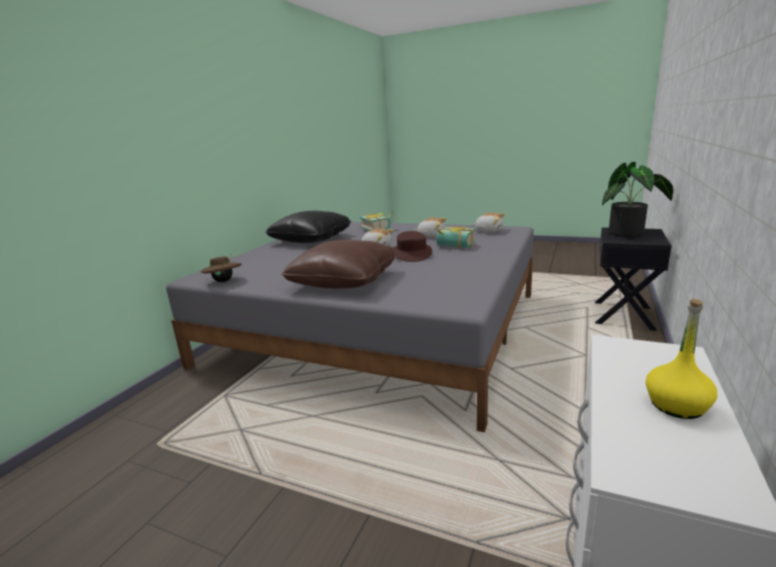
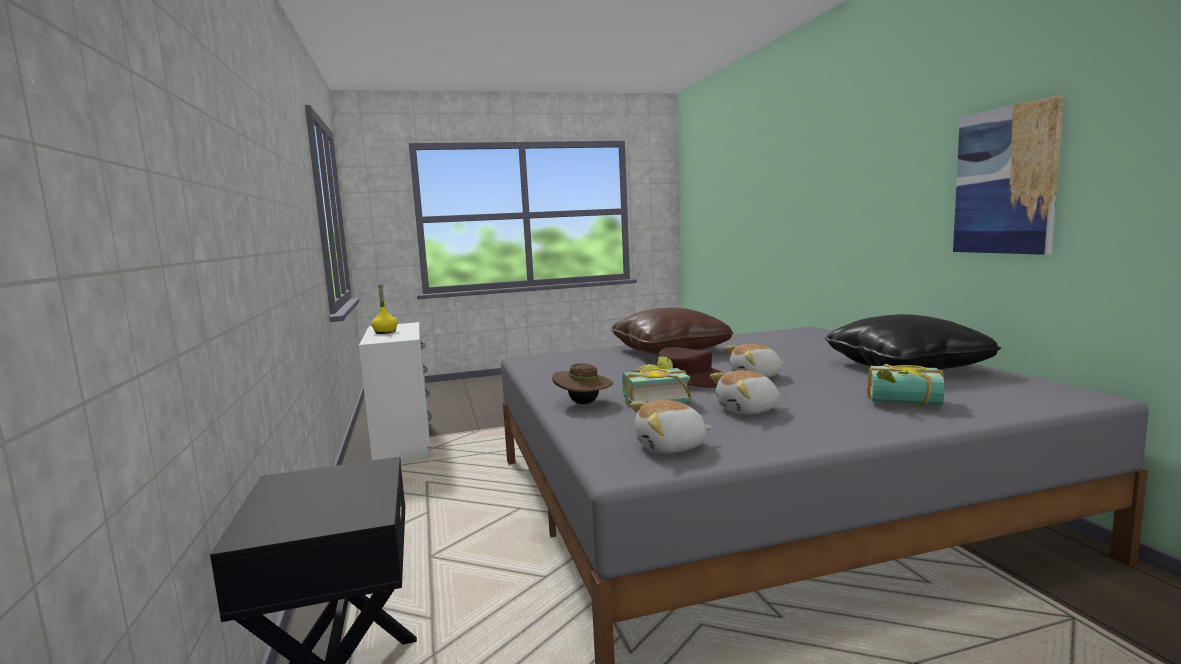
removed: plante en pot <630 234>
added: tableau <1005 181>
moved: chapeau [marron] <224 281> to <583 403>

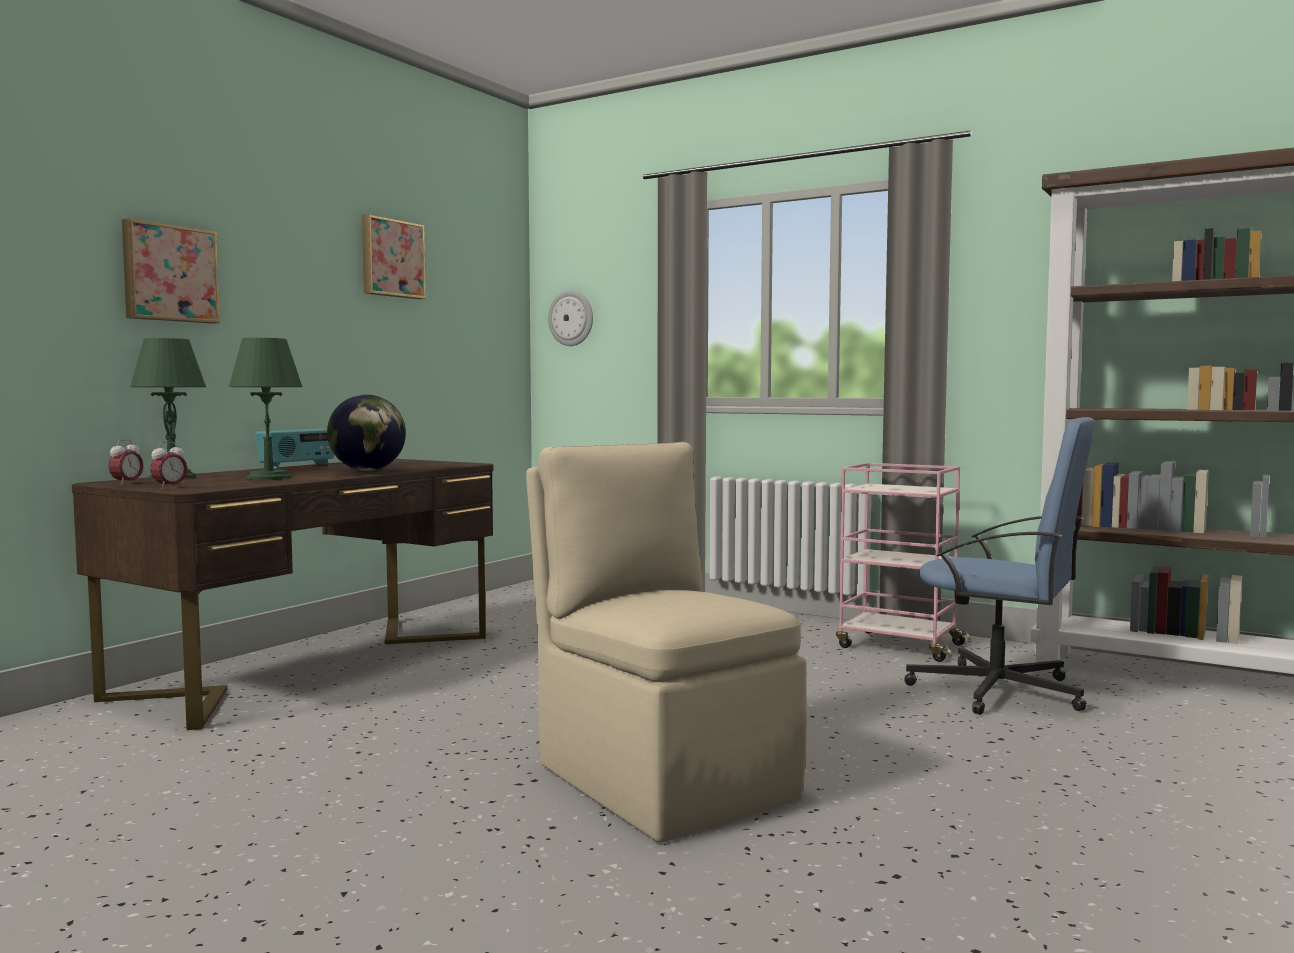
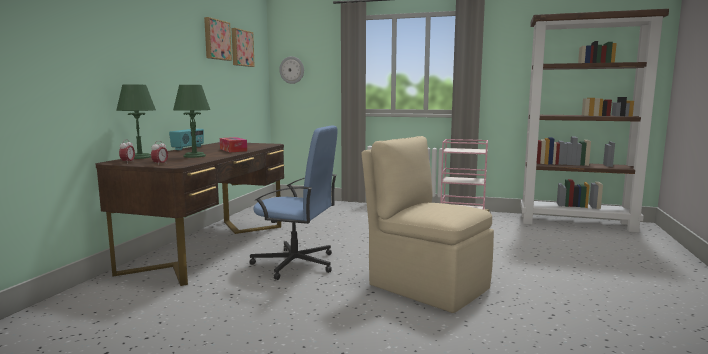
moved: tableau <169 273> to <241 48>; chaise de bureau [bleu] <999 691> to <296 264>
replaced: globe <367 470> to boîte à mouchoirs <233 150>

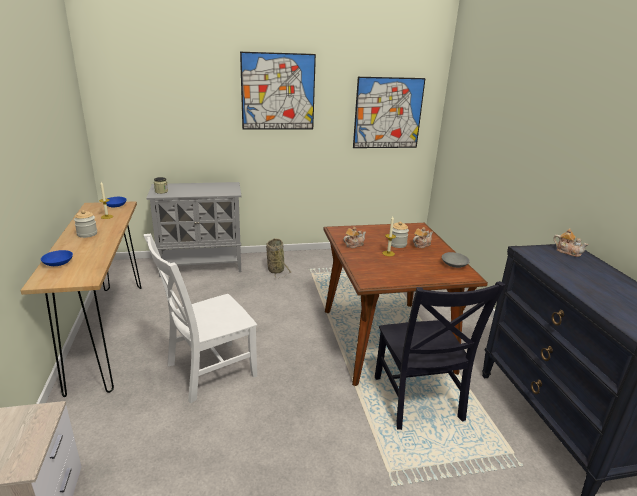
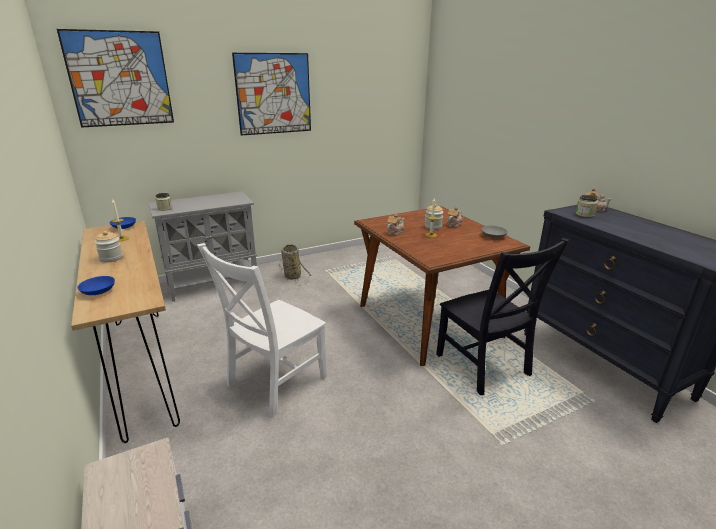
added: bocal <584 214>
moved: tableau <388 113> to <120 79>

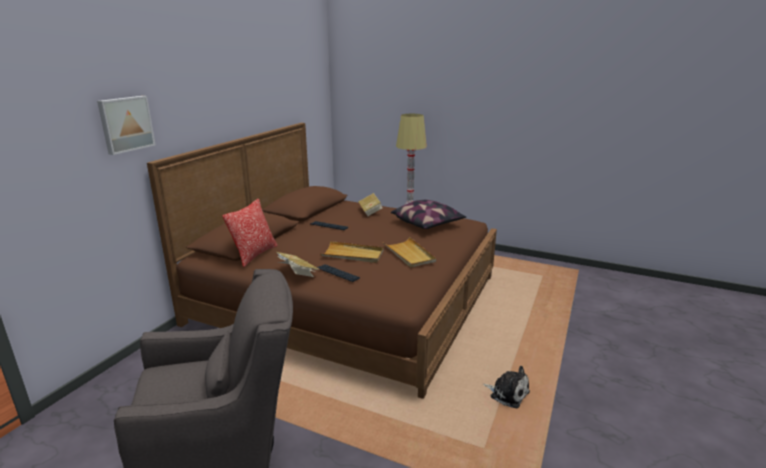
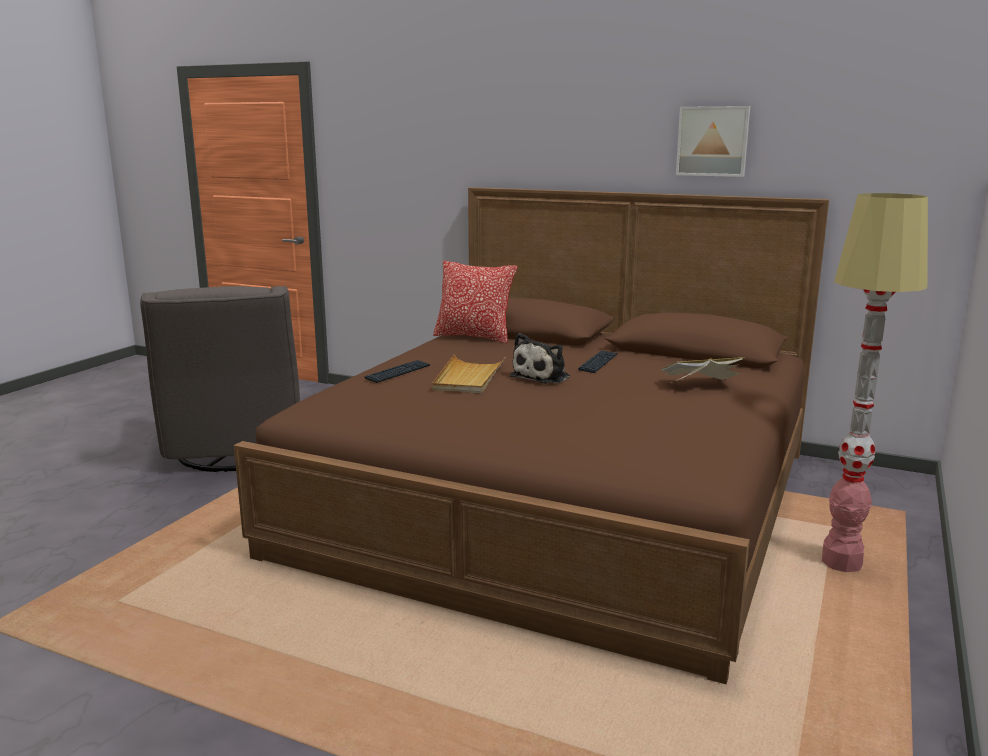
removed: livre <297 273>; plateau [beige] <409 254>; coussin <428 224>
moved: tableau <125 124> to <712 141>; peluche <507 393> to <543 376>

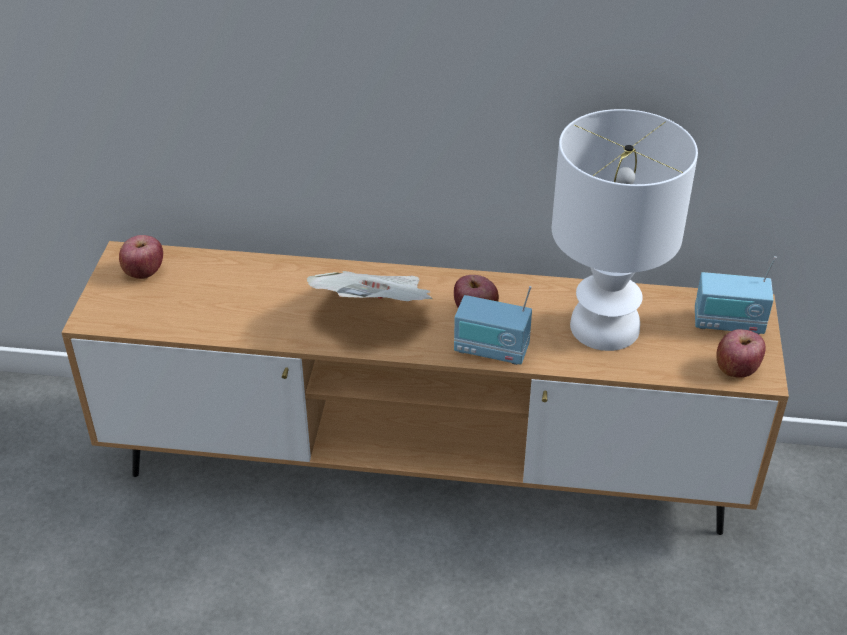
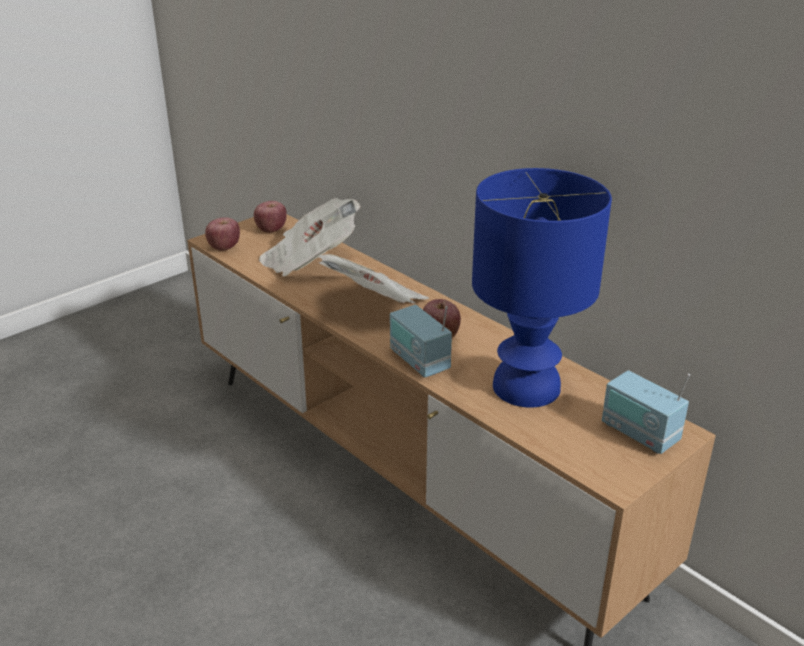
added: journal <310 260>
moved: pomme <736 369> to <224 247>
recoloured: lampe de table [blanc] <602 326> to lampe de table [bleu] <525 386>

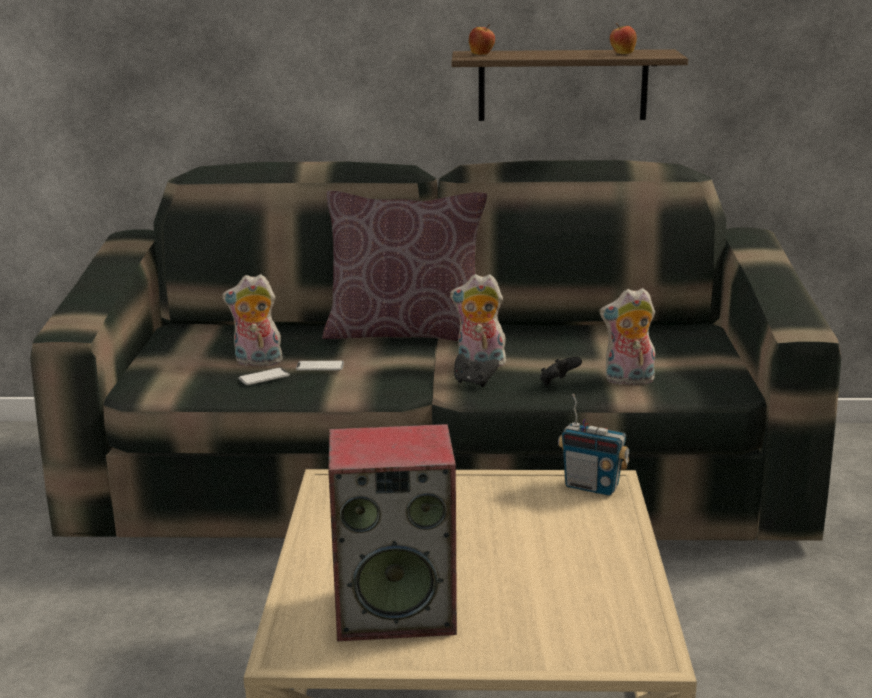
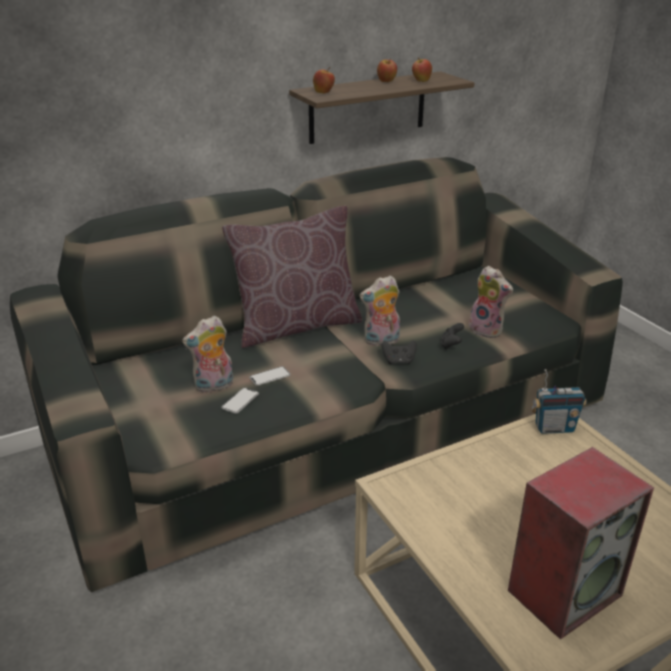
added: pomme <386 81>
turned: peluche <628 381> = <487 330> 105 degrees counterclockwise

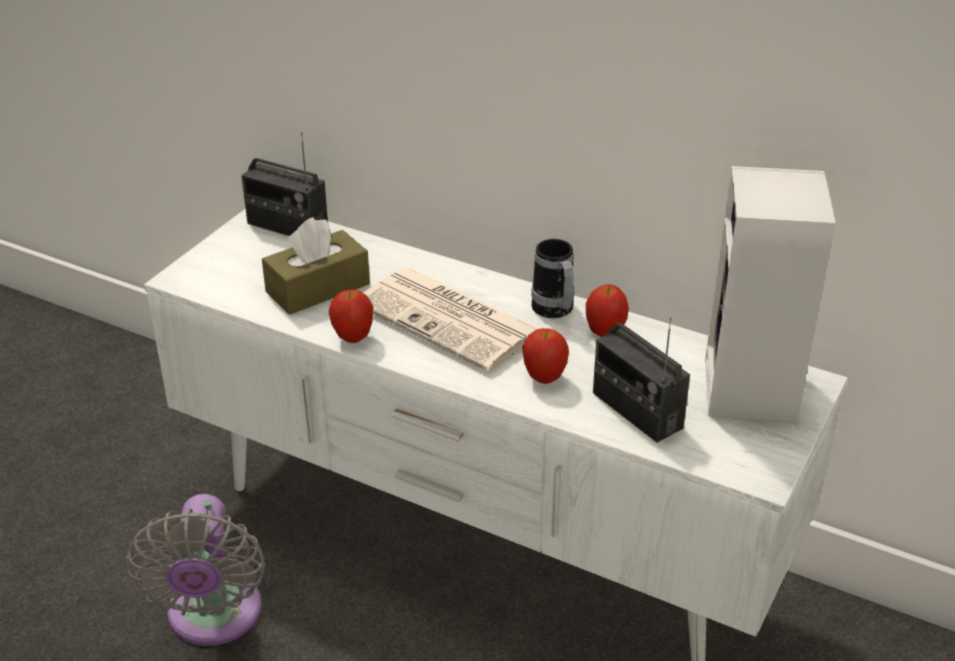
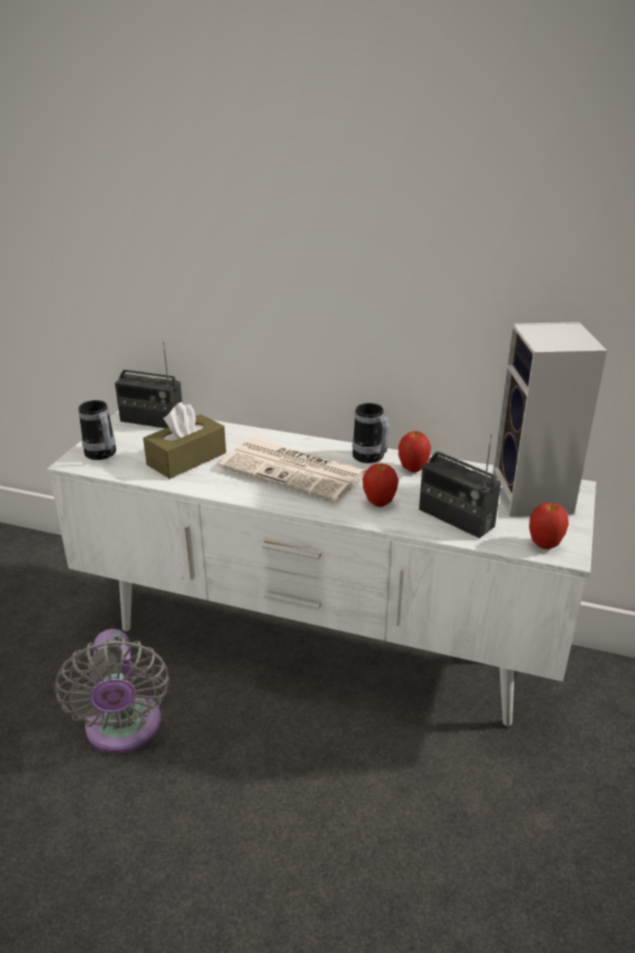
added: mug <102 455>
moved: pomme <353 338> to <544 545>

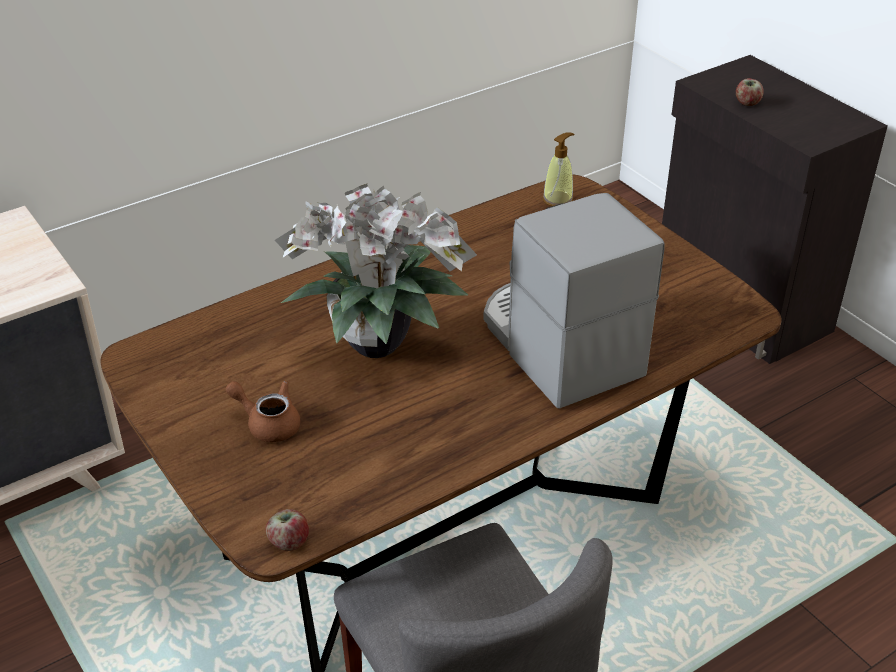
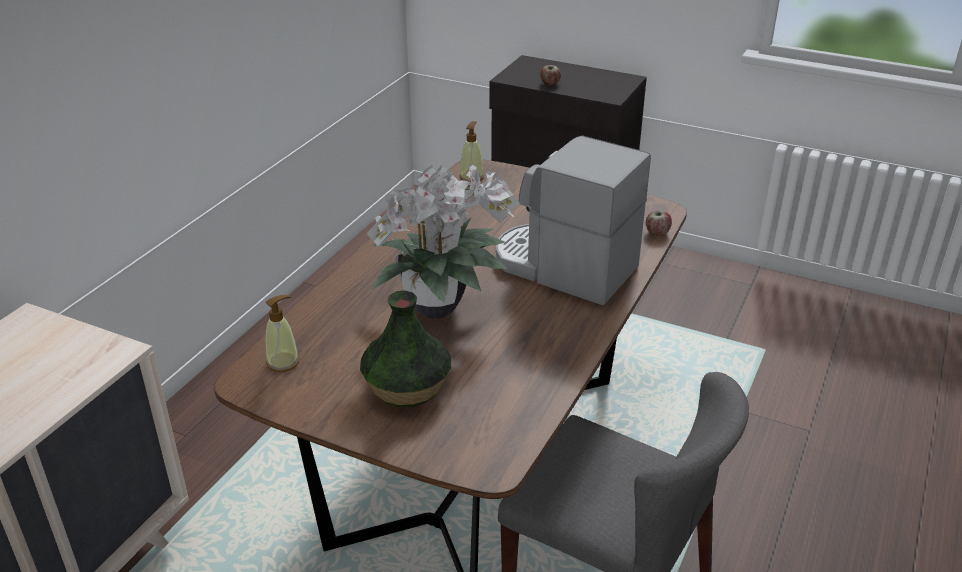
added: distributeur de savon <283 362>
moved: pomme <289 542> to <657 233>
replaced: théière [marron] <268 423> to vase <406 388>

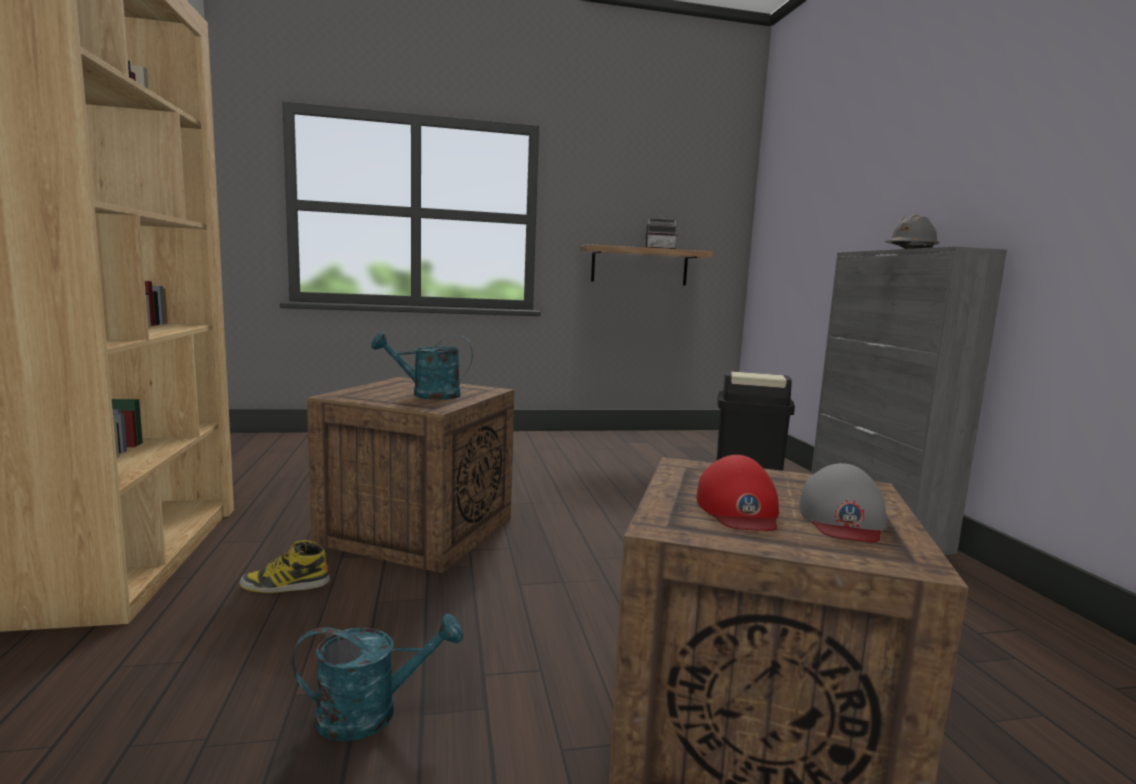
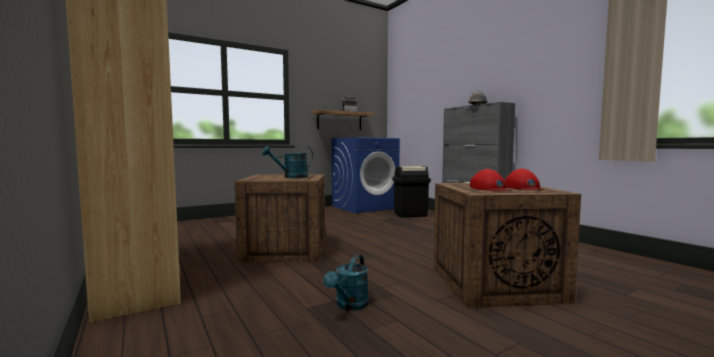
removed: botte <285 585>
added: lave-linge [bleu] <365 207>
recoloured: casquette [gris] <842 519> to casquette [rouge] <523 188>
turned: arrosoir [turquoise] <372 713> = <349 306> 150 degrees clockwise

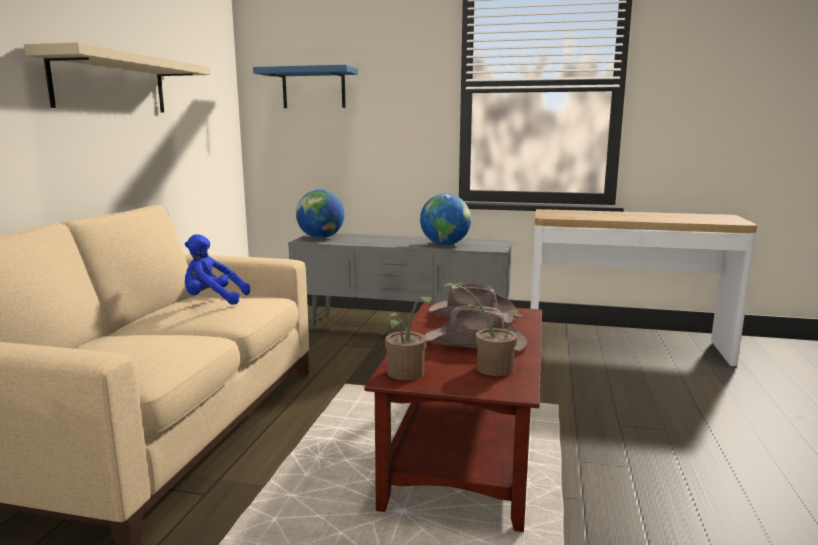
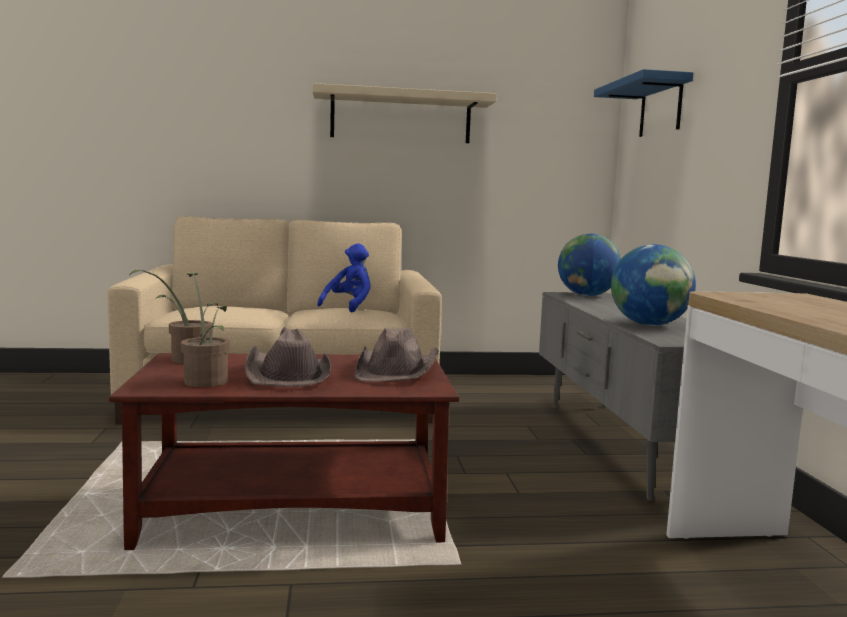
turned: peluche [bleu] <212 300> = <349 307> 45 degrees clockwise

